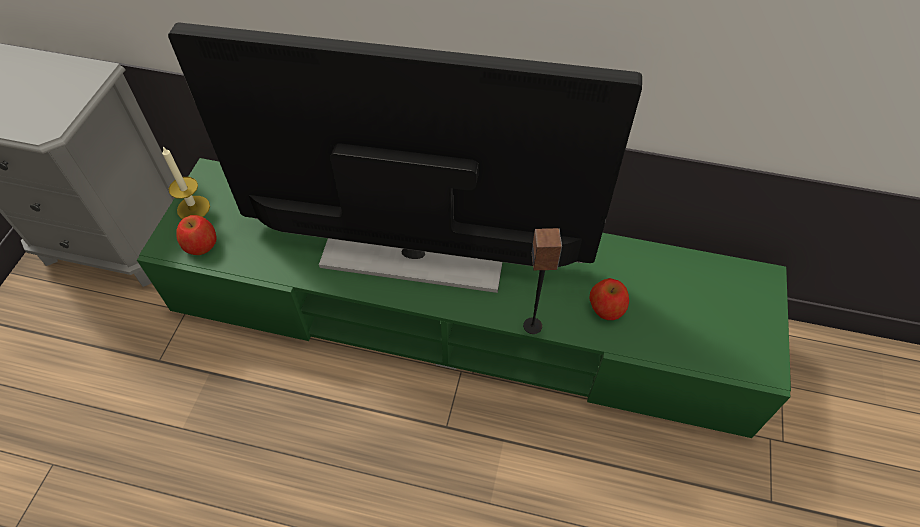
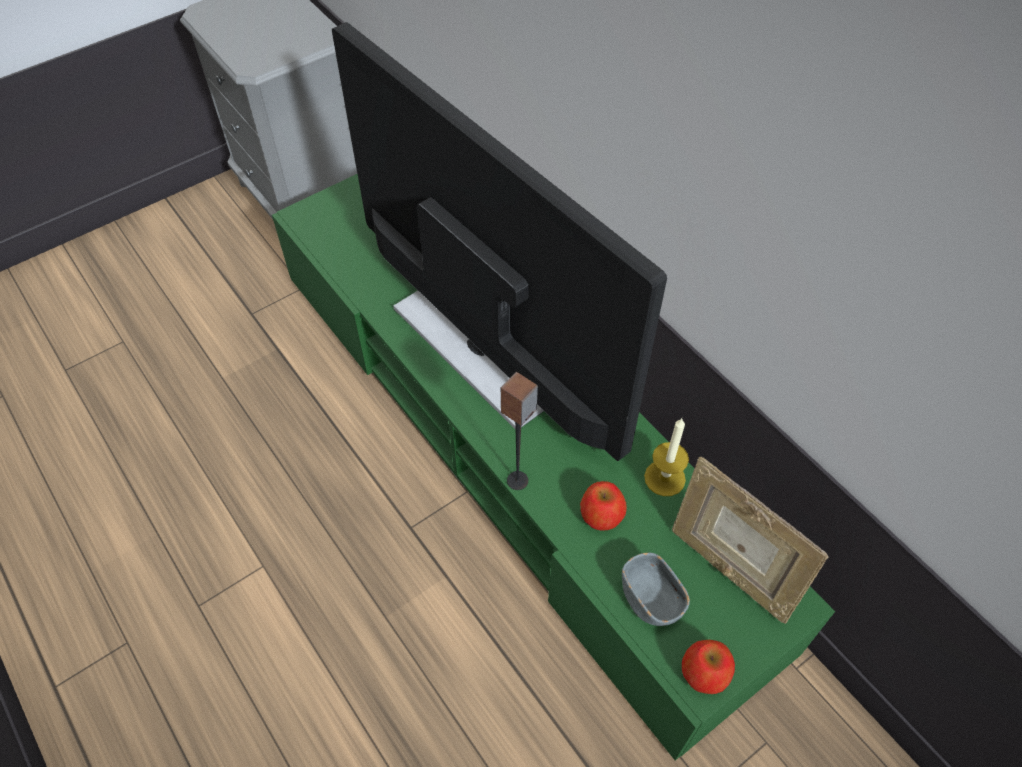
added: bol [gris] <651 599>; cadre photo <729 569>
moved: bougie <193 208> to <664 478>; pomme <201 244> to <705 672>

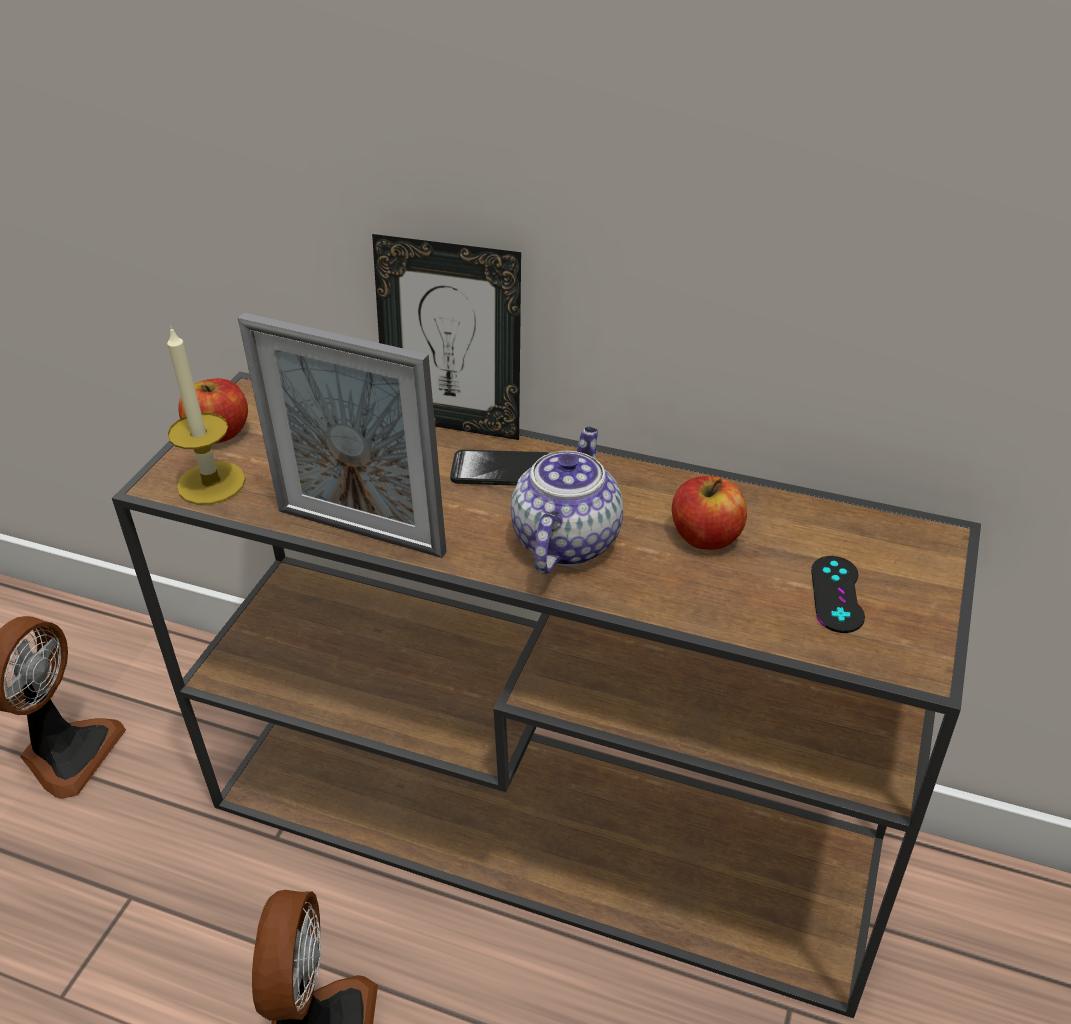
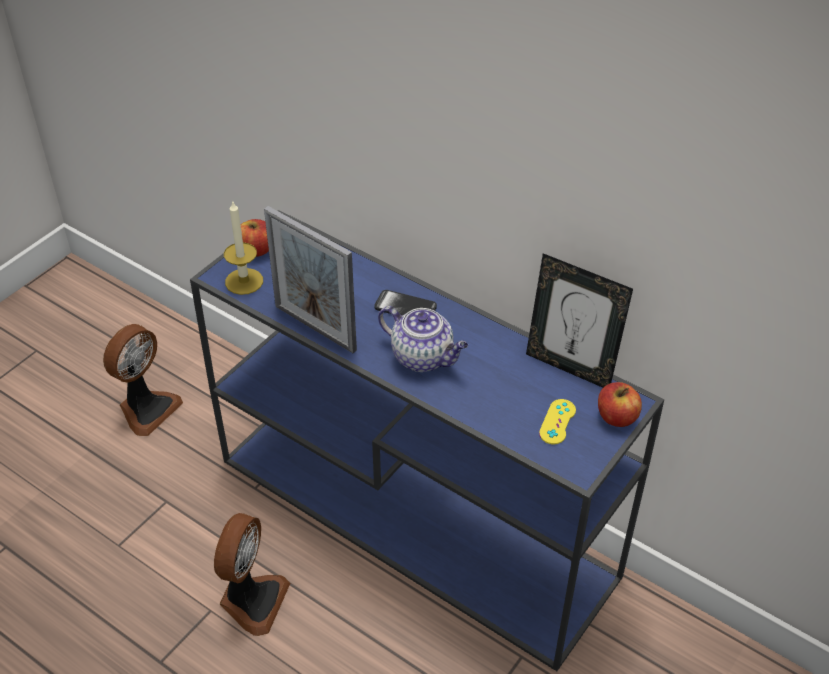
moved: cadre photo <454 422> to <570 367>; pomme <706 537> to <616 417>
recoloured: table console [marron] <549 823> to table console [bleu] <418 519>; manette [noir] <837 594> to manette [jaune] <557 422>
turned: théière <566 540> = <424 357> 90 degrees clockwise

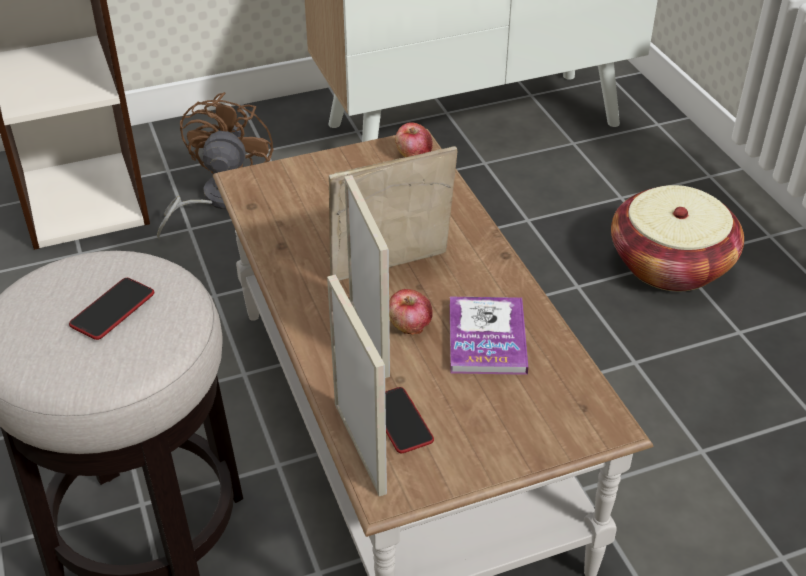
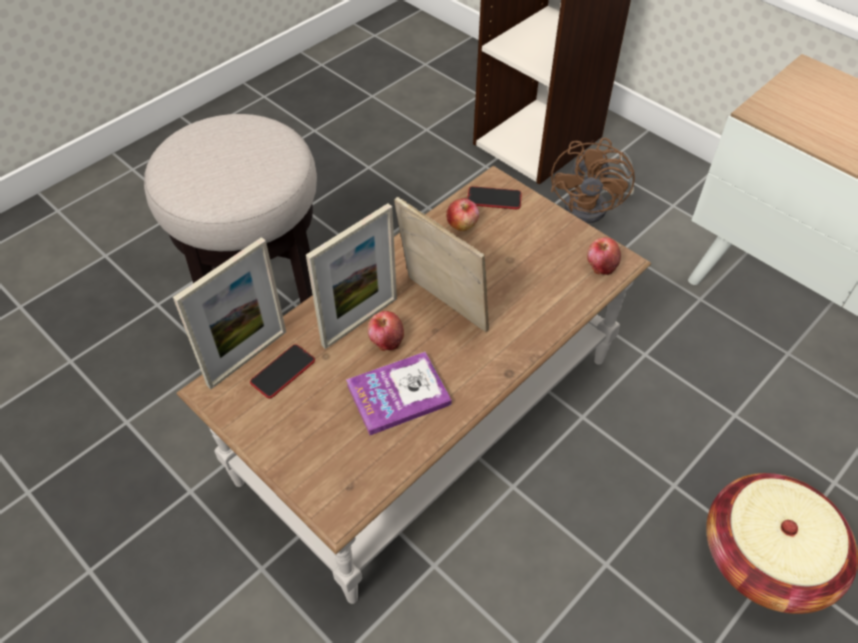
added: pomme <462 224>
moved: téléphone <112 310> to <494 199>
turned: ventilateur [marron] <218 199> = <593 206> 120 degrees clockwise

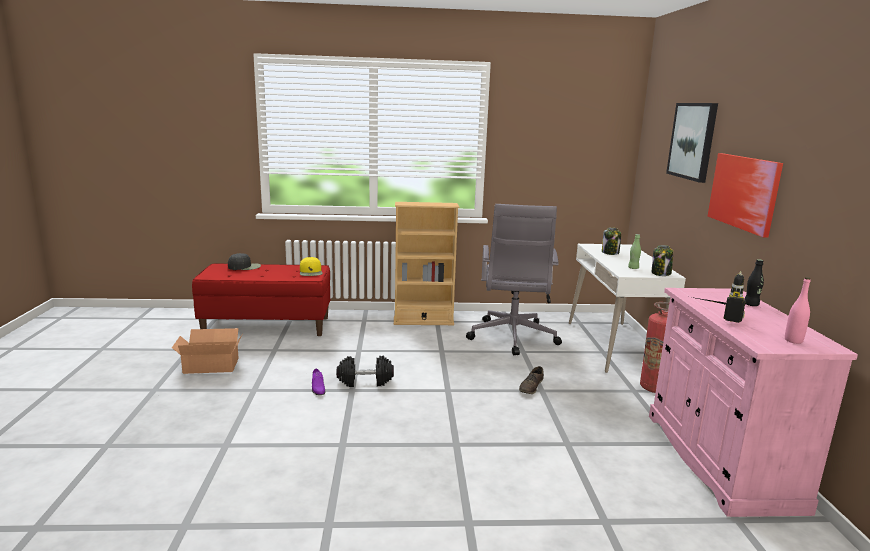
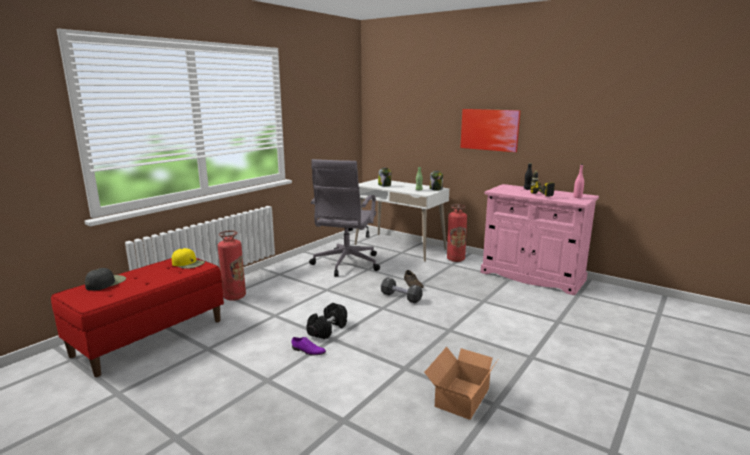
removed: bibliothèque [beige] <423 321>; tableau <692 141>
added: extincteur <234 297>; haltère [noir] <401 297>
moved: carton <210 365> to <459 397>
turned: chaise de bureau [gris] <512 338> = <346 264> 60 degrees clockwise

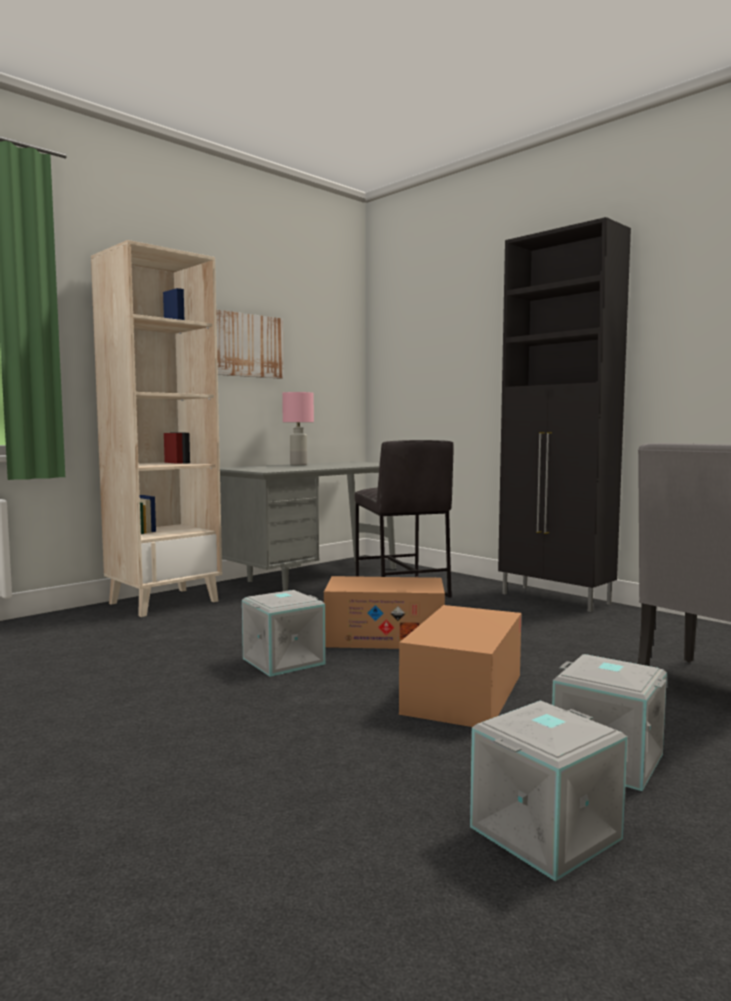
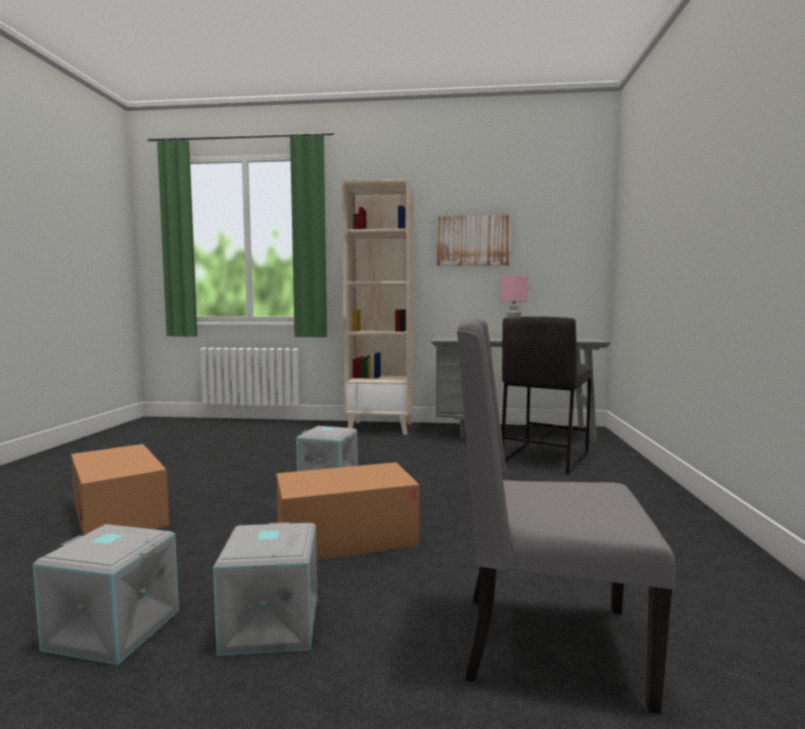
removed: meuble de rangement [noir] <556 599>
moved: carton <384 637> to <119 514>

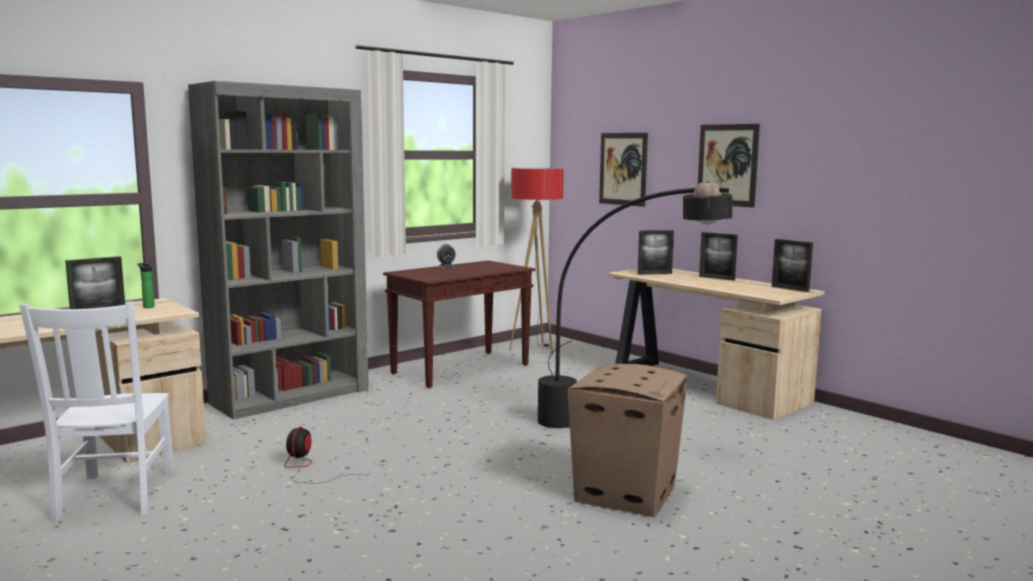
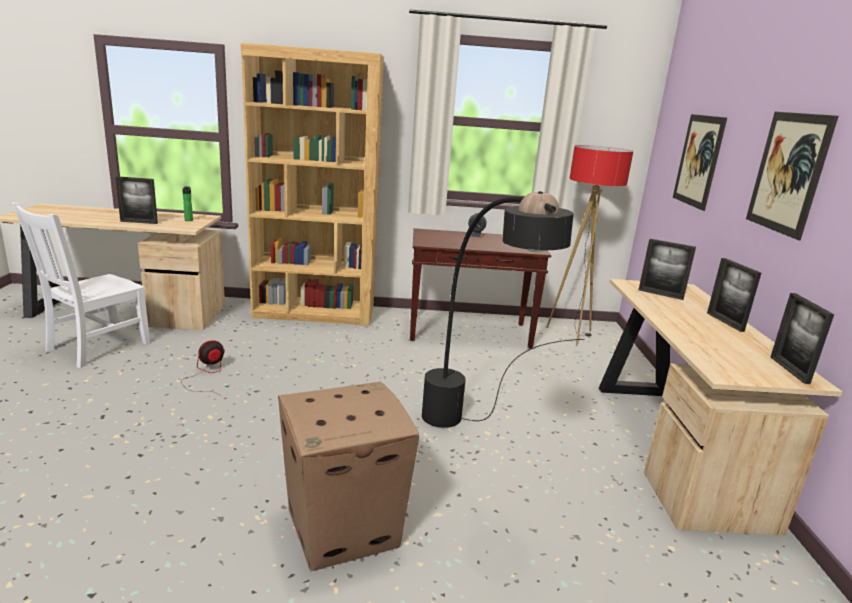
recoloured: bibliothèque [gris] <291 396> to bibliothèque [marron] <315 312>

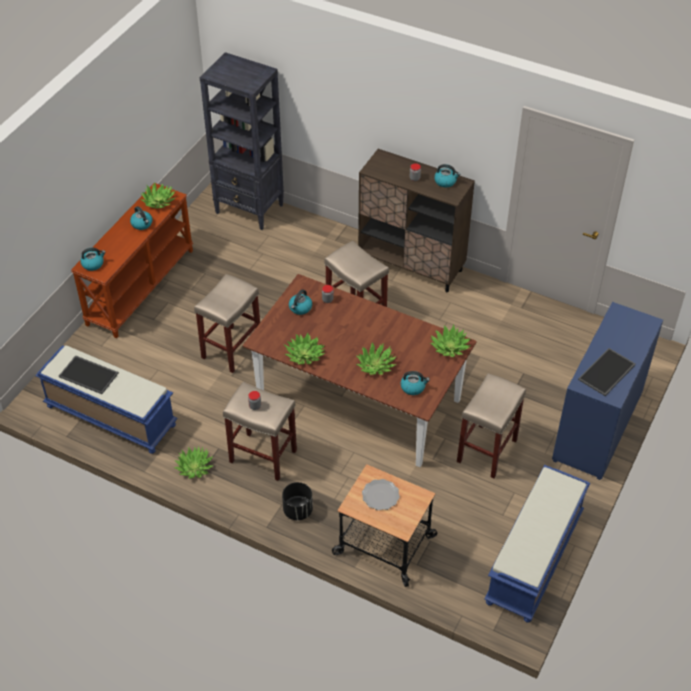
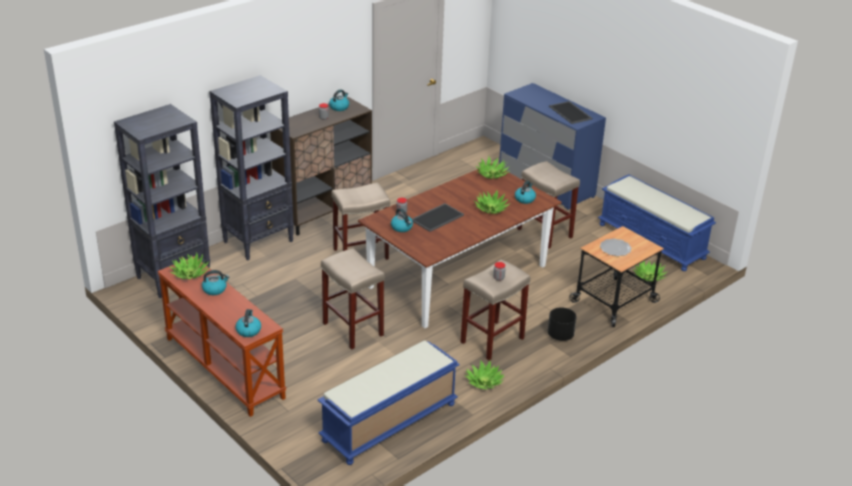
added: bibliothèque [noir] <259 241>
moved: plateau <89 374> to <437 217>; plante en pot <304 355> to <649 276>

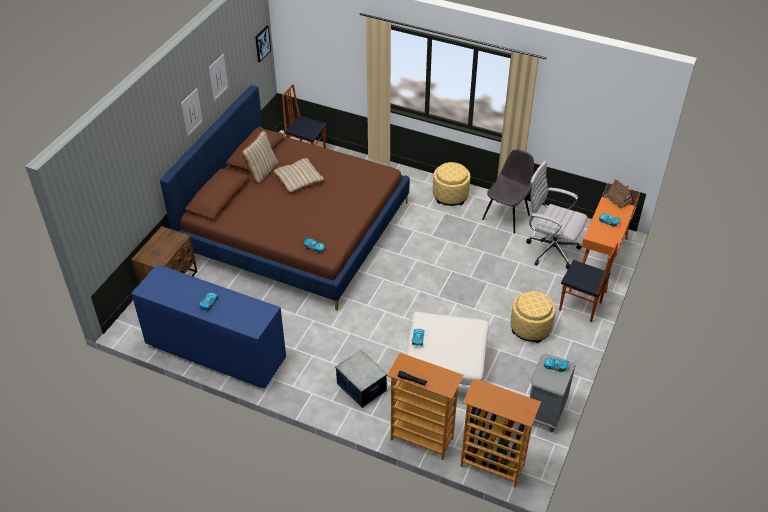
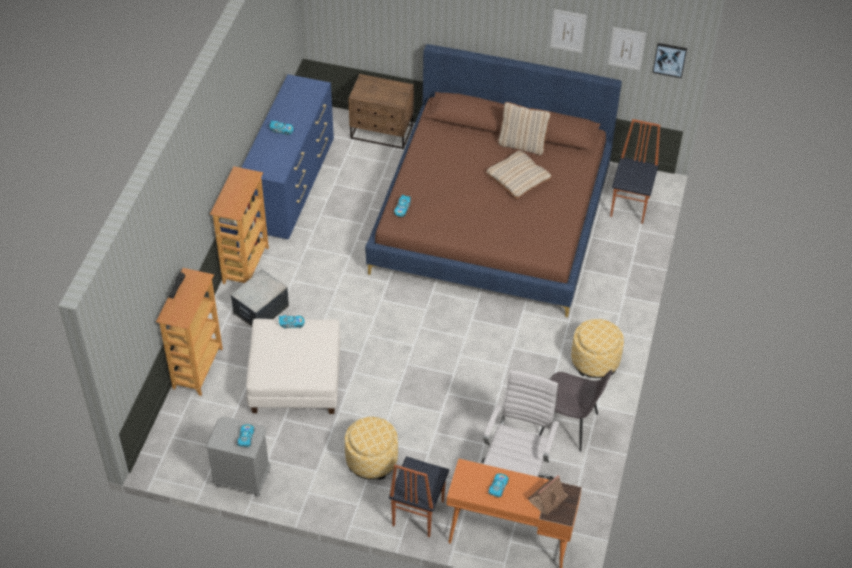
moved: tableau <191 112> to <626 48>; bibliothèque <492 466> to <245 265>

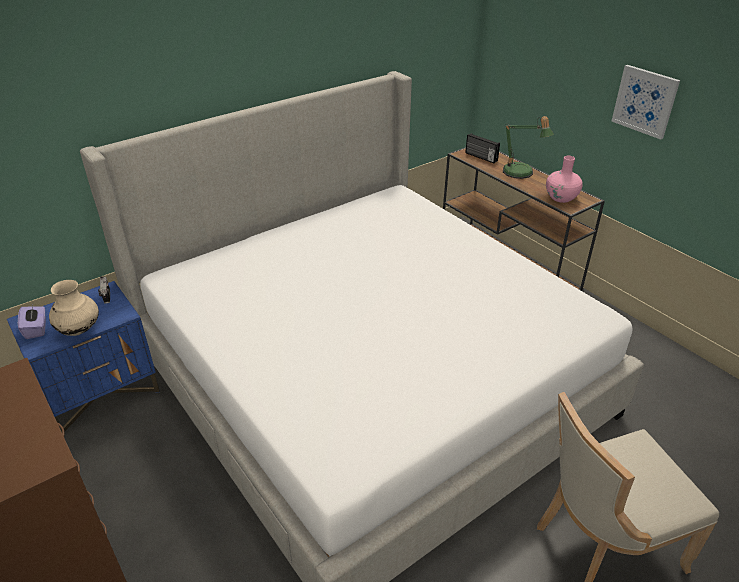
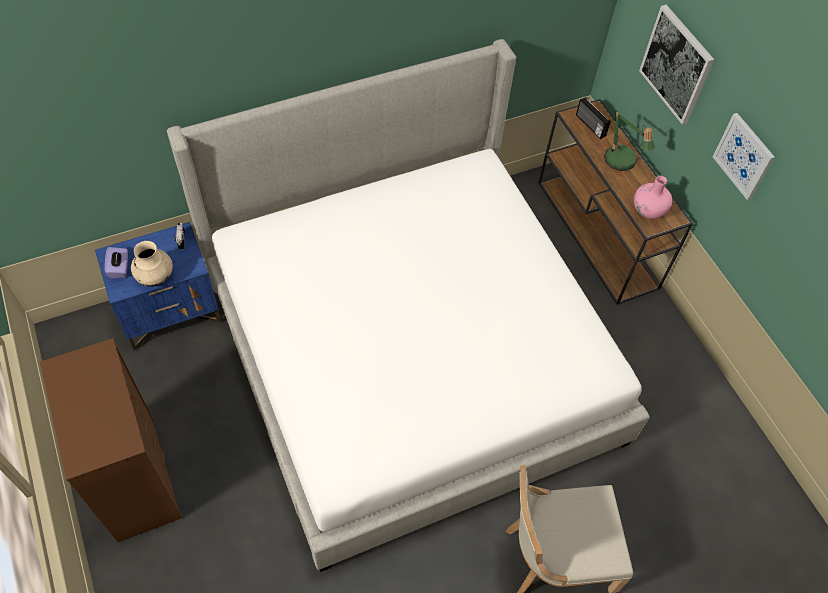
added: tableau <676 64>

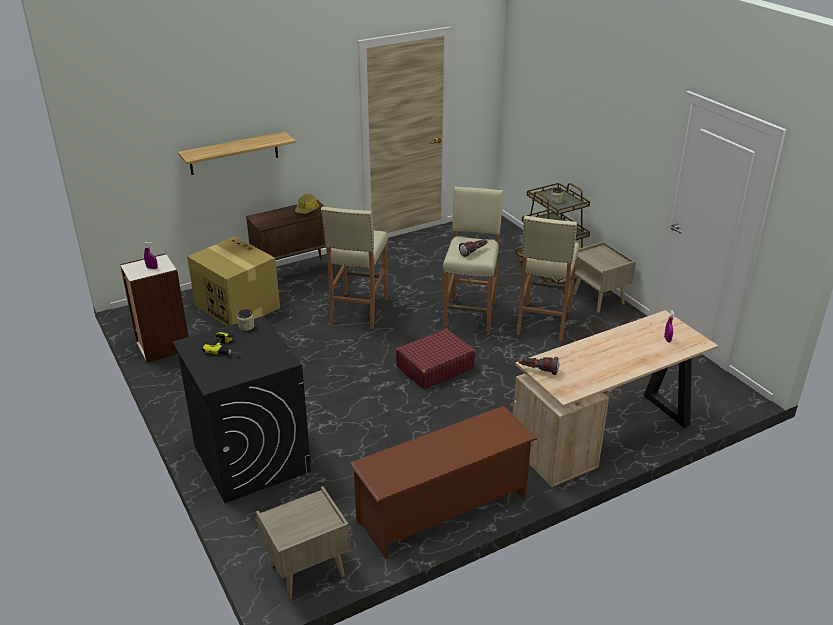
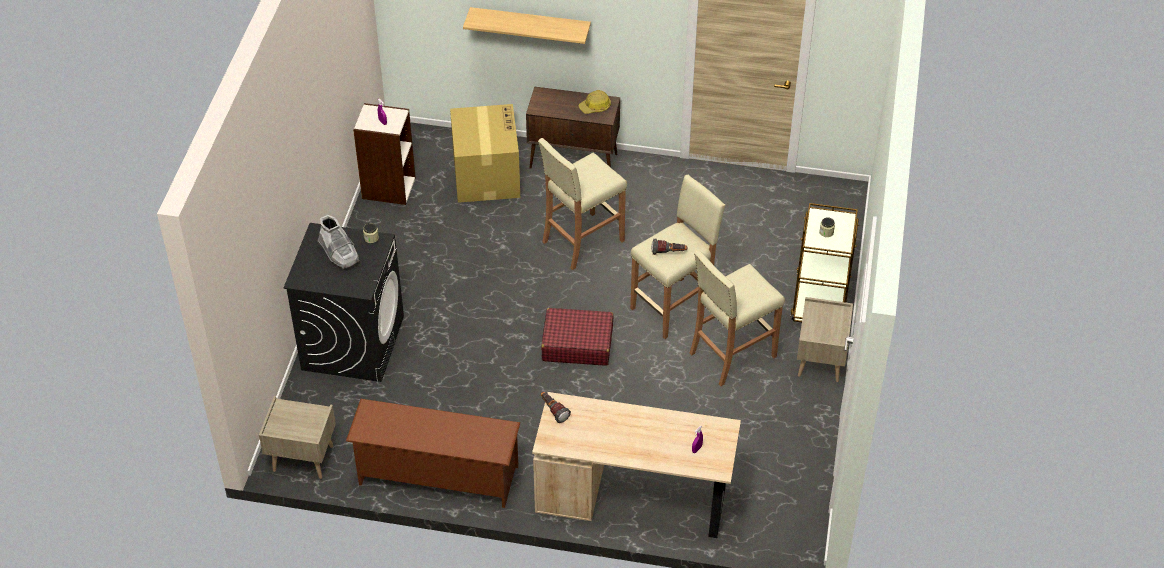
replaced: perceuse <228 348> to botte [gris] <339 253>

